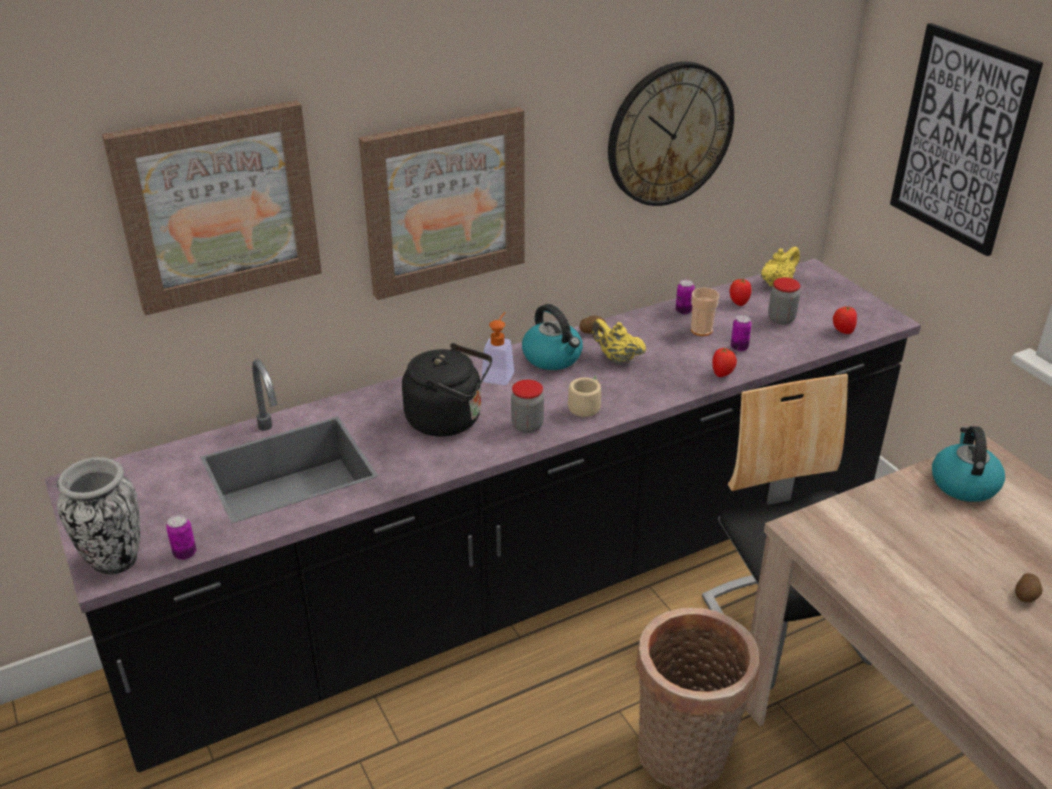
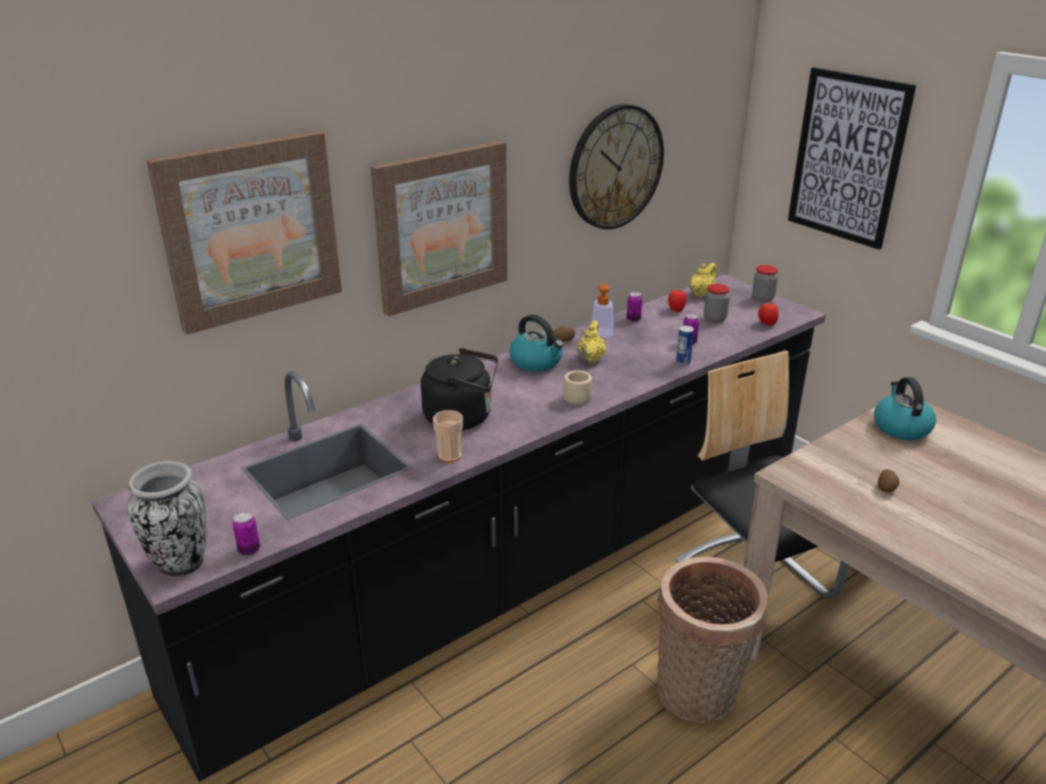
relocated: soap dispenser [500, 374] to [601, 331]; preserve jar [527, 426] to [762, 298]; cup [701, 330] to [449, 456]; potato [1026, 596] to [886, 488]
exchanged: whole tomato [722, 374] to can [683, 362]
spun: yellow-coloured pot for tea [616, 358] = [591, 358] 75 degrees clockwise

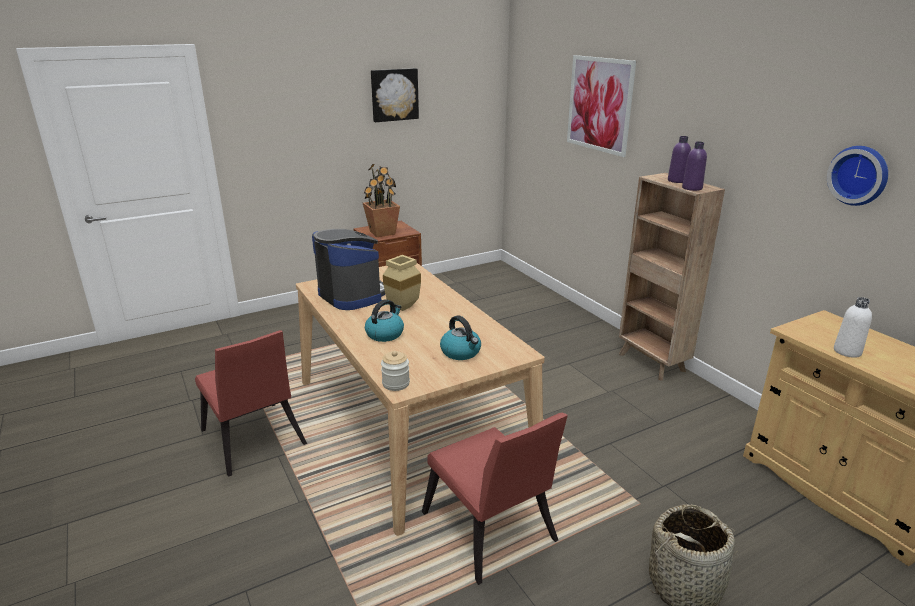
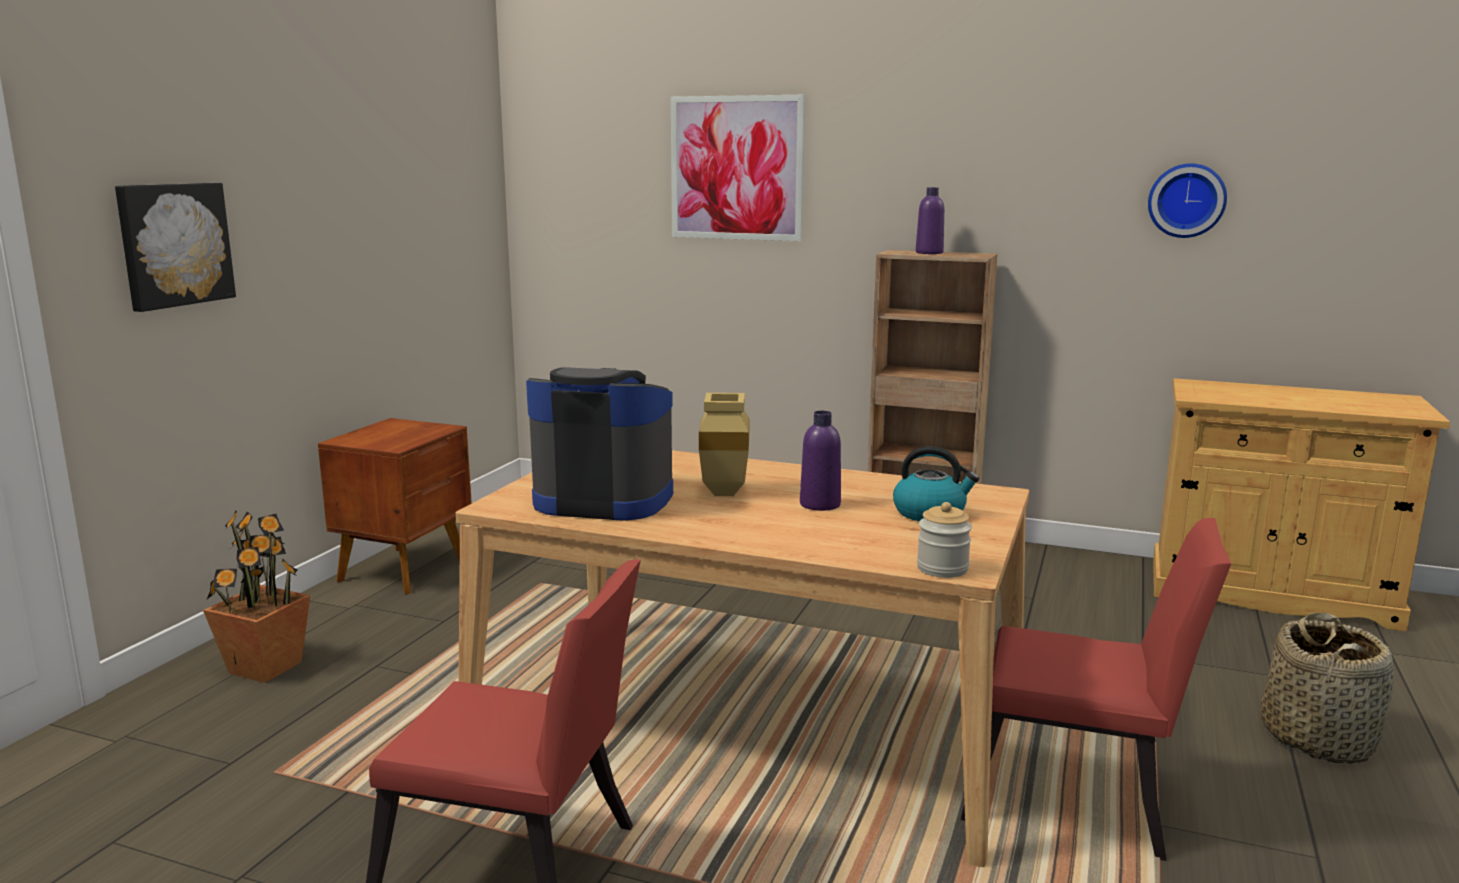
missing: water kettle [385, 334]; white-coloured beverage bottle [847, 351]
relocated: houseplant [383, 232] to [266, 667]; wall art [394, 95] to [174, 244]; purplish beverage bottle [692, 188] to [820, 504]

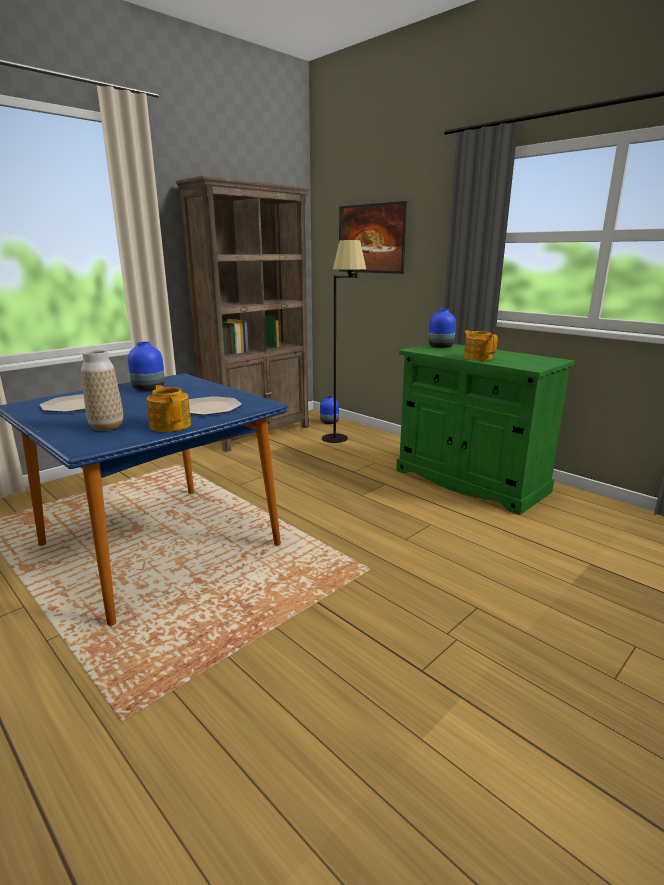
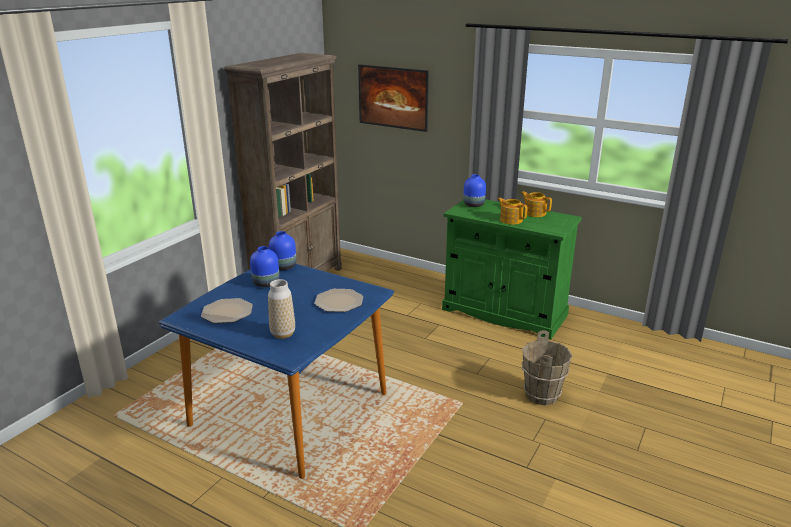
missing: black floor lamp [342, 441]
appeared: brown pail [542, 395]
relocated: pot for tea [171, 425] to [534, 213]; blue-coloured flower vase [328, 422] to [283, 267]

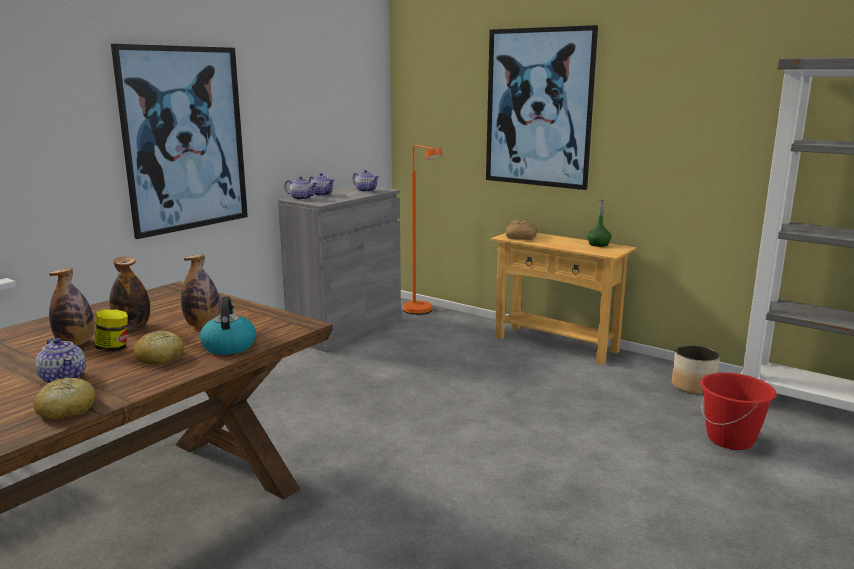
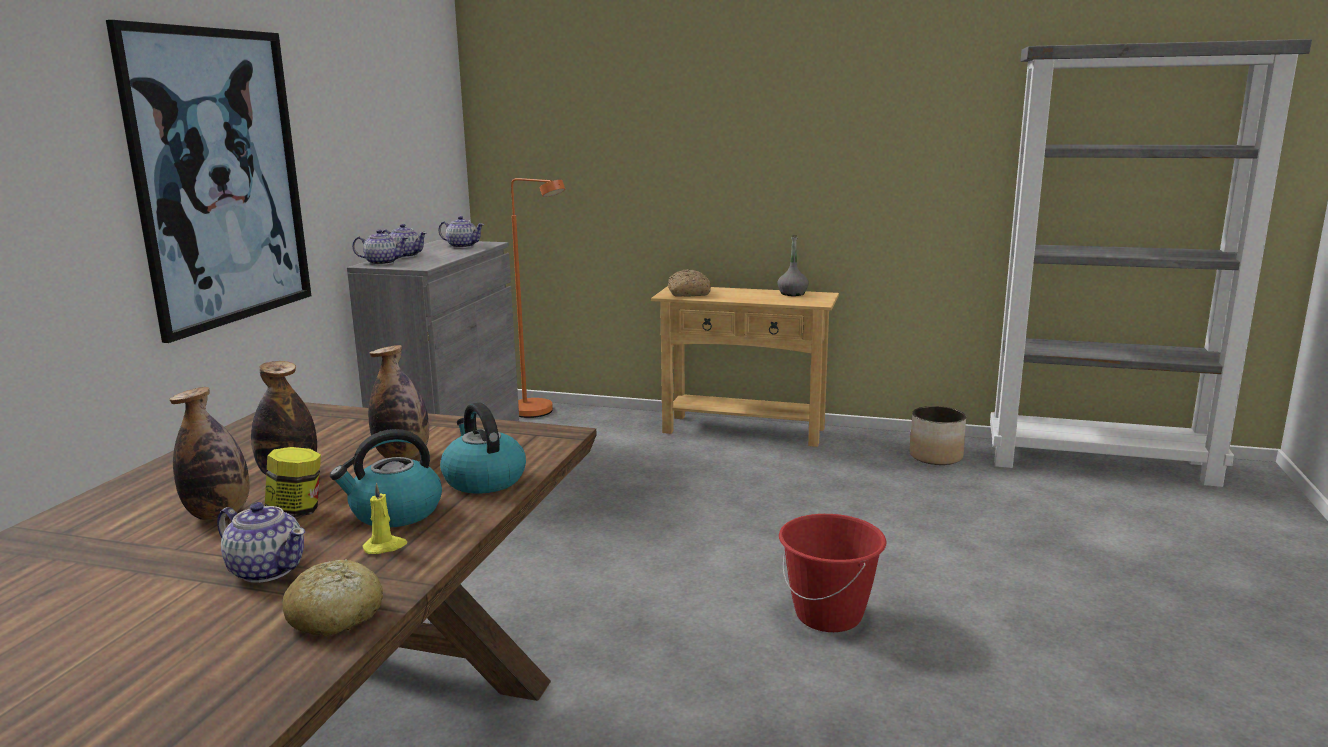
missing: wall art [538, 108]
appeared: yellow-coloured candle [385, 547]
relocated: red-coloured pail [730, 439] to [829, 615]
exchanged: baked bread [160, 358] to water kettle [395, 512]
colour: greenish beverage bottle [598, 244] to greyish beverage bottle [792, 293]

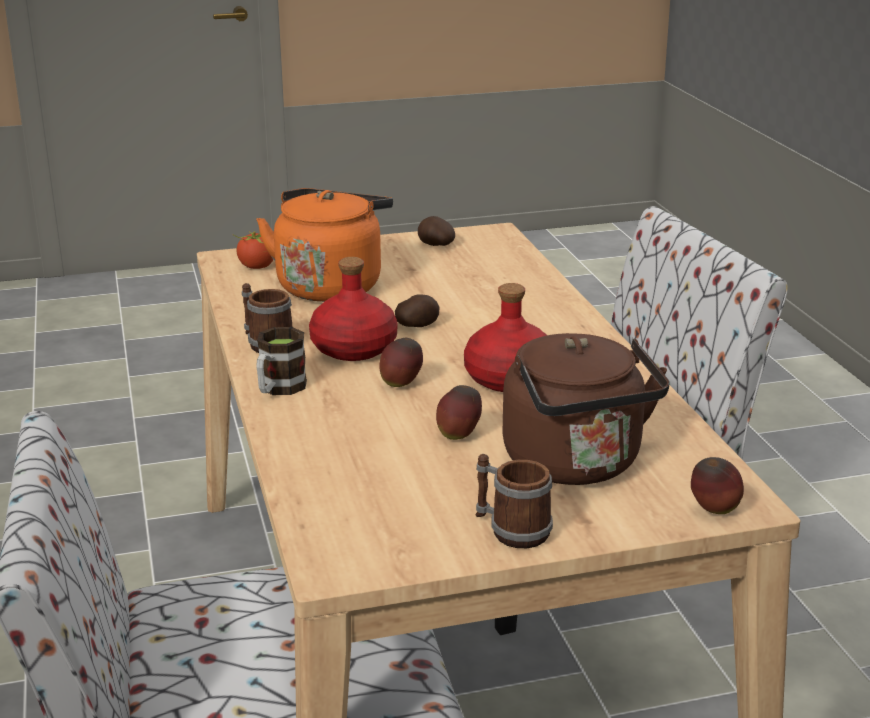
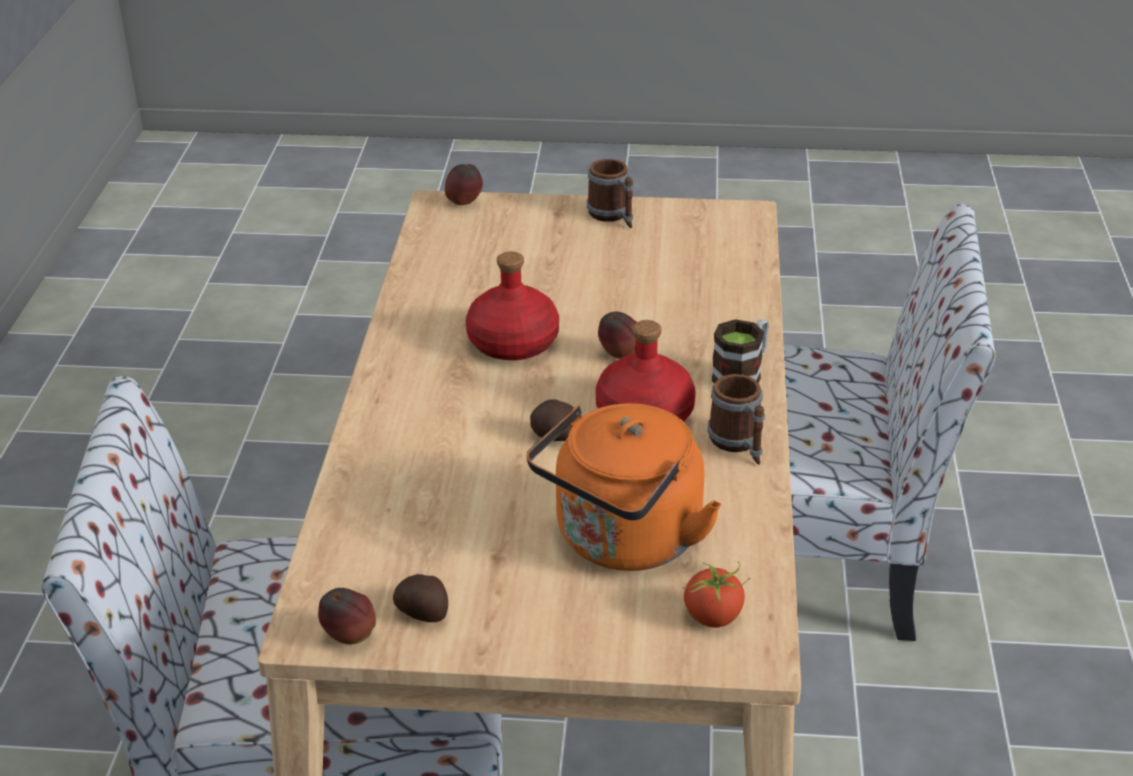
missing: brown water kettle [577, 465]
relocated: apple fruit [459, 436] to [350, 639]

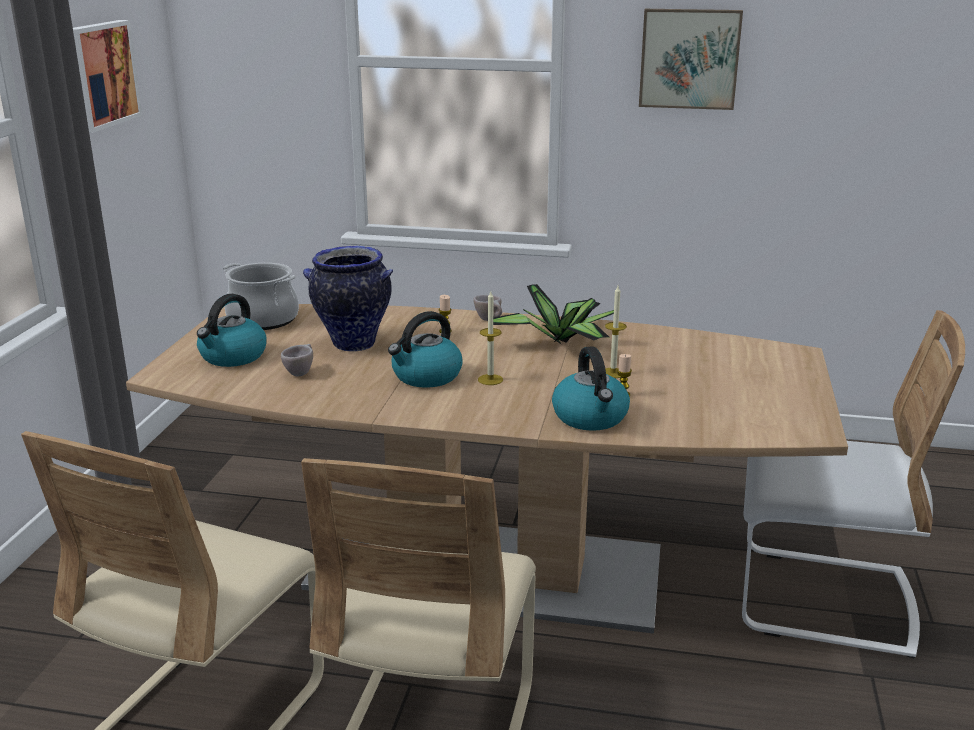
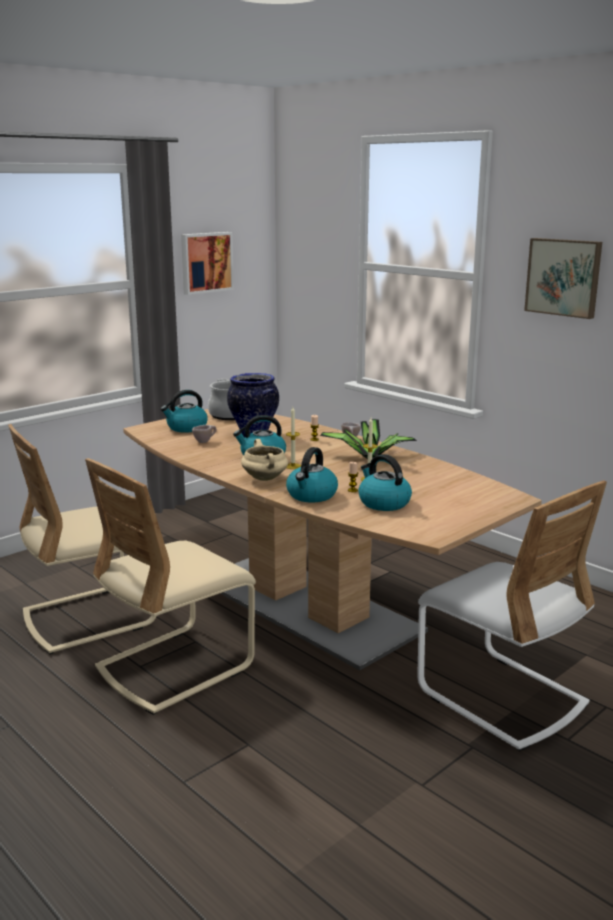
appeared: beige-coloured cooking pot [265, 478]; water kettle [383, 503]

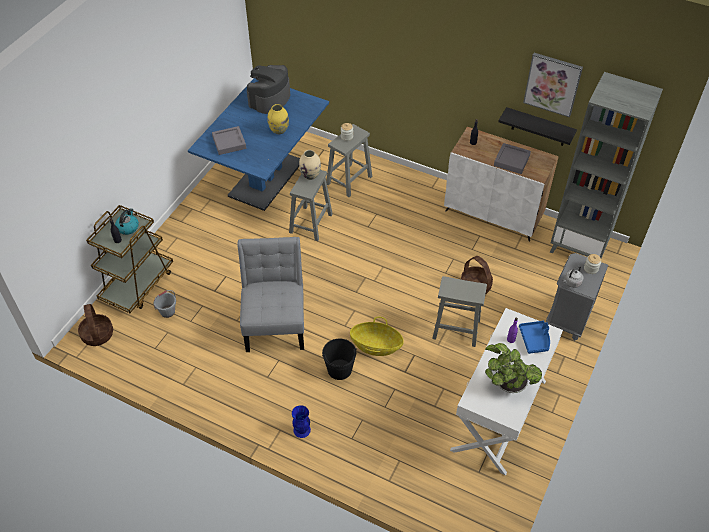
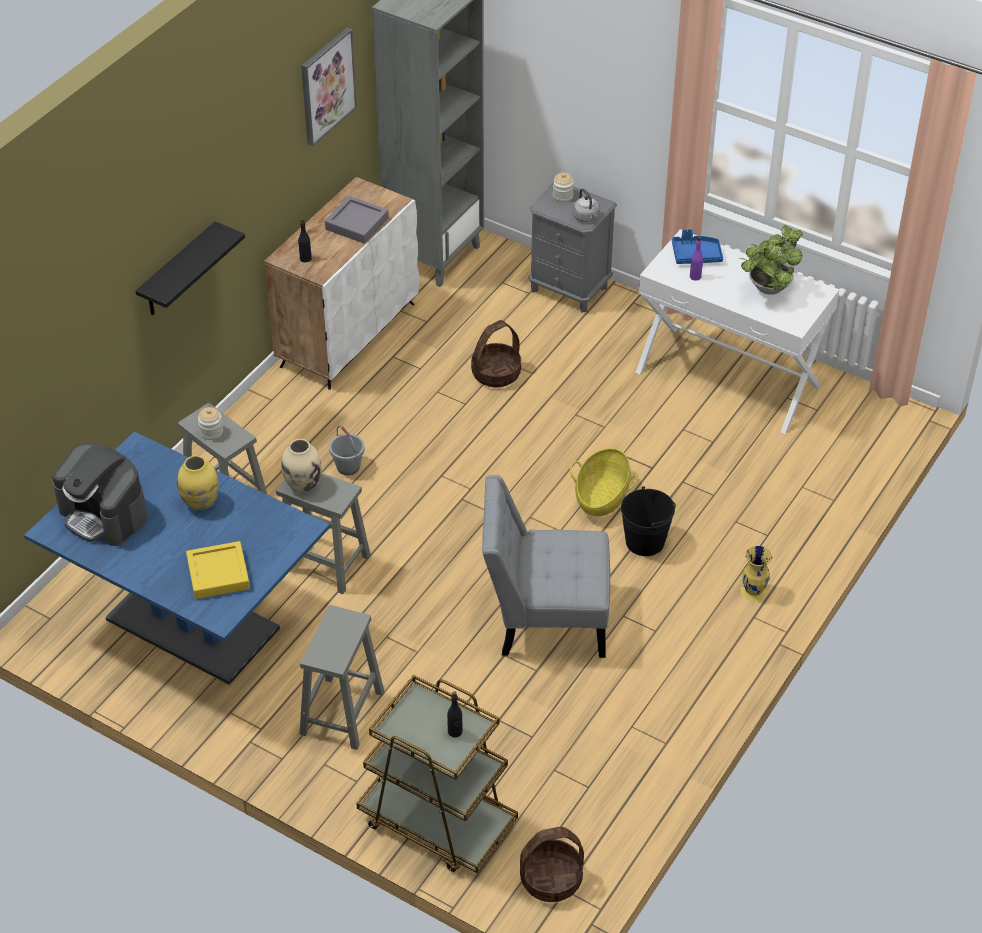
missing: water kettle [128, 227]
relocated: greyish pail [167, 312] to [348, 467]; greyish stool seat [455, 329] to [342, 714]; black shelf [539, 127] to [178, 271]
colour: greyish carrying tray [229, 143] to yellow-coloured carrying tray [218, 574]; blue-coloured flower vase [302, 430] to yellow-coloured flower vase [754, 591]

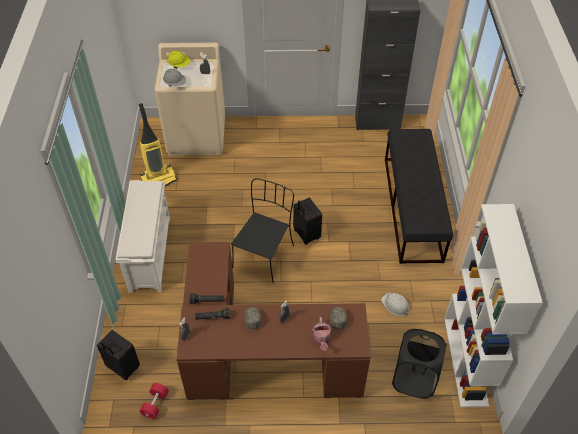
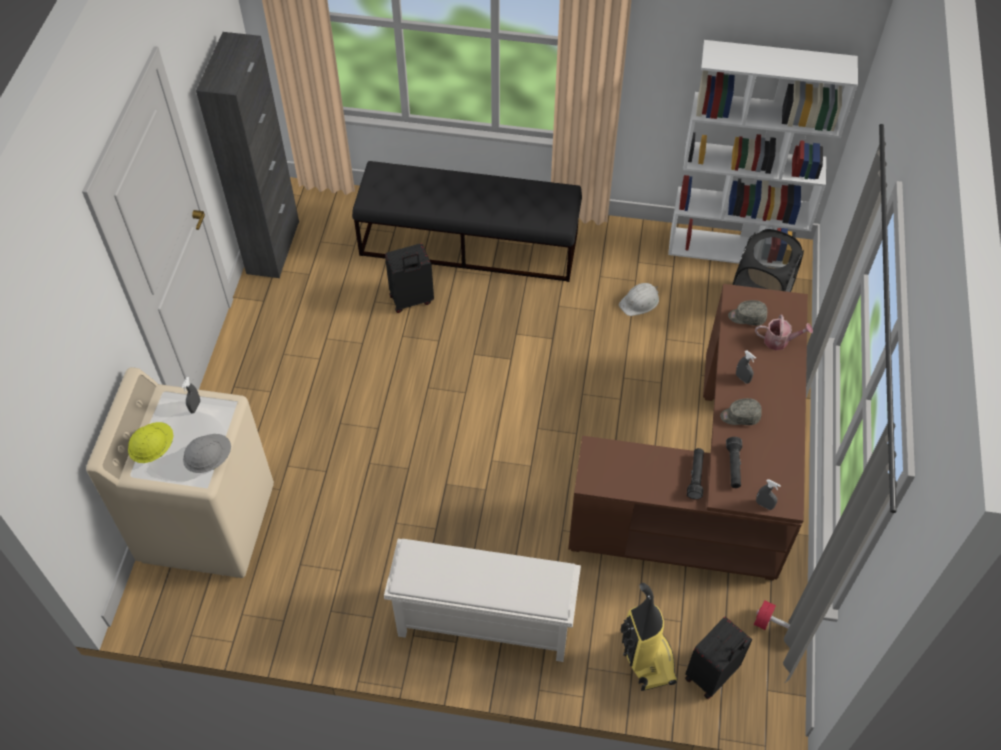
missing: black chair [264, 255]
relocated: vacuum cleaner [159, 179] to [646, 657]; black travel case [306, 235] to [411, 300]

